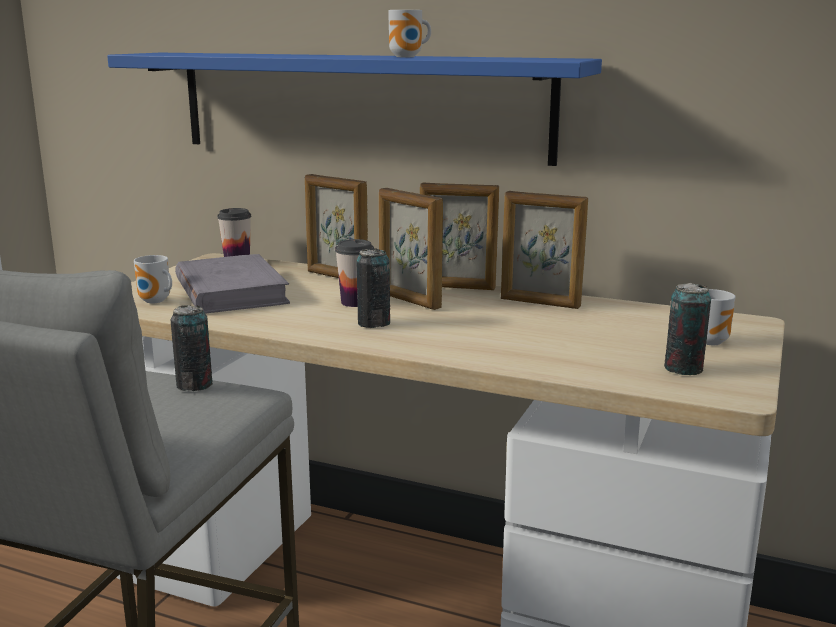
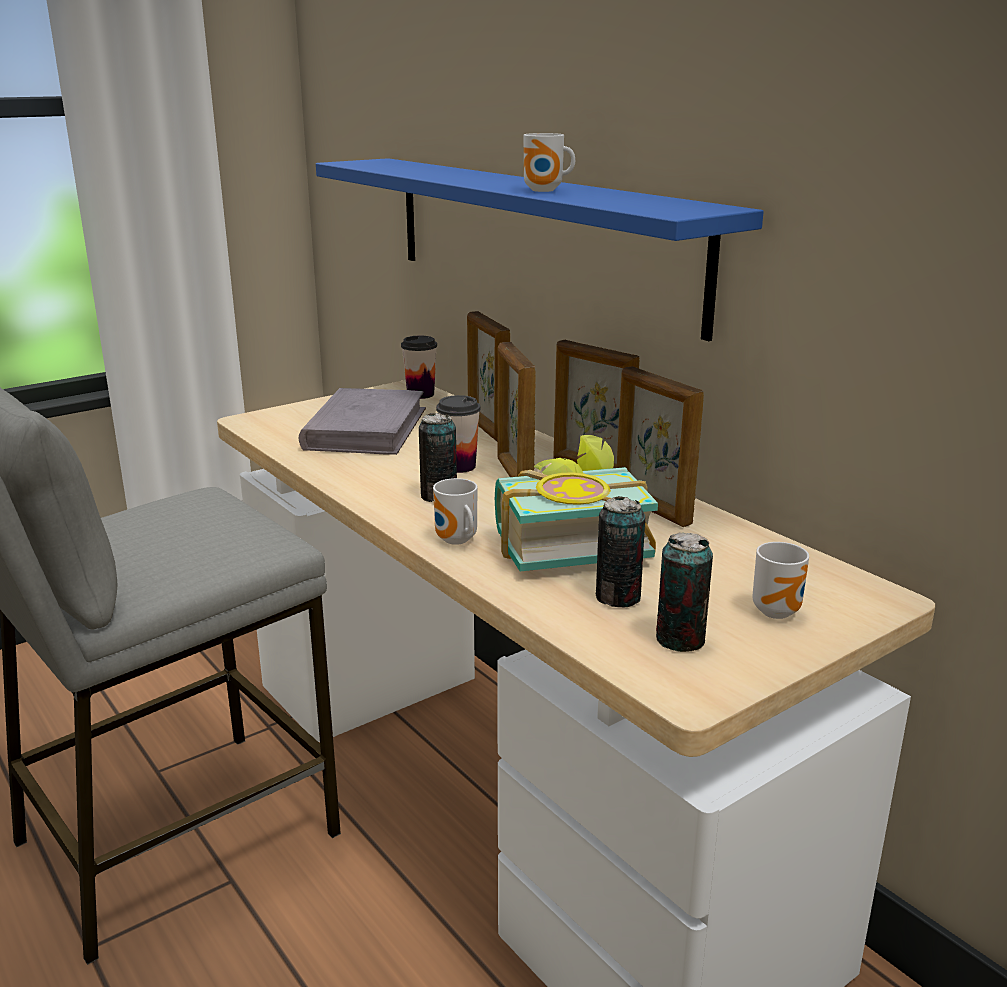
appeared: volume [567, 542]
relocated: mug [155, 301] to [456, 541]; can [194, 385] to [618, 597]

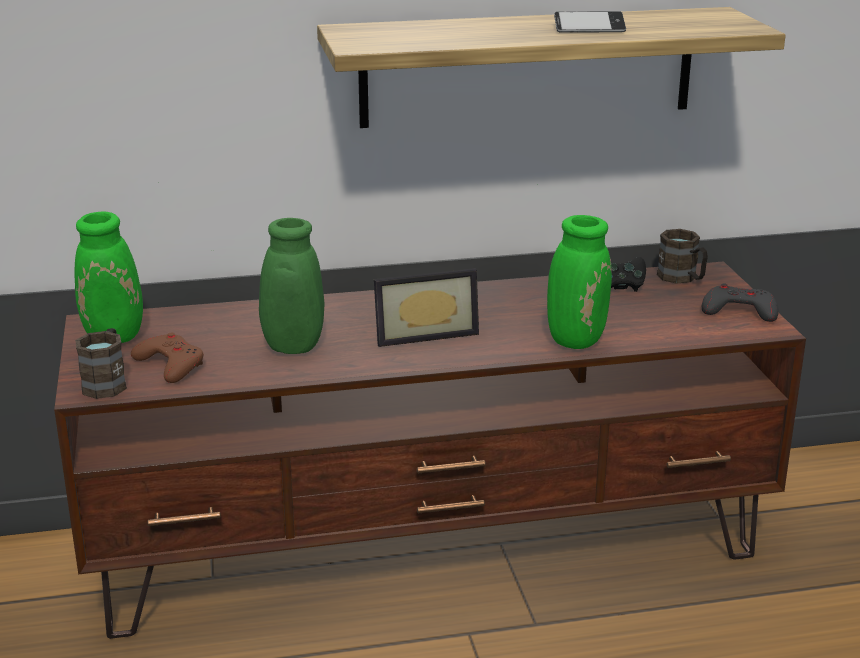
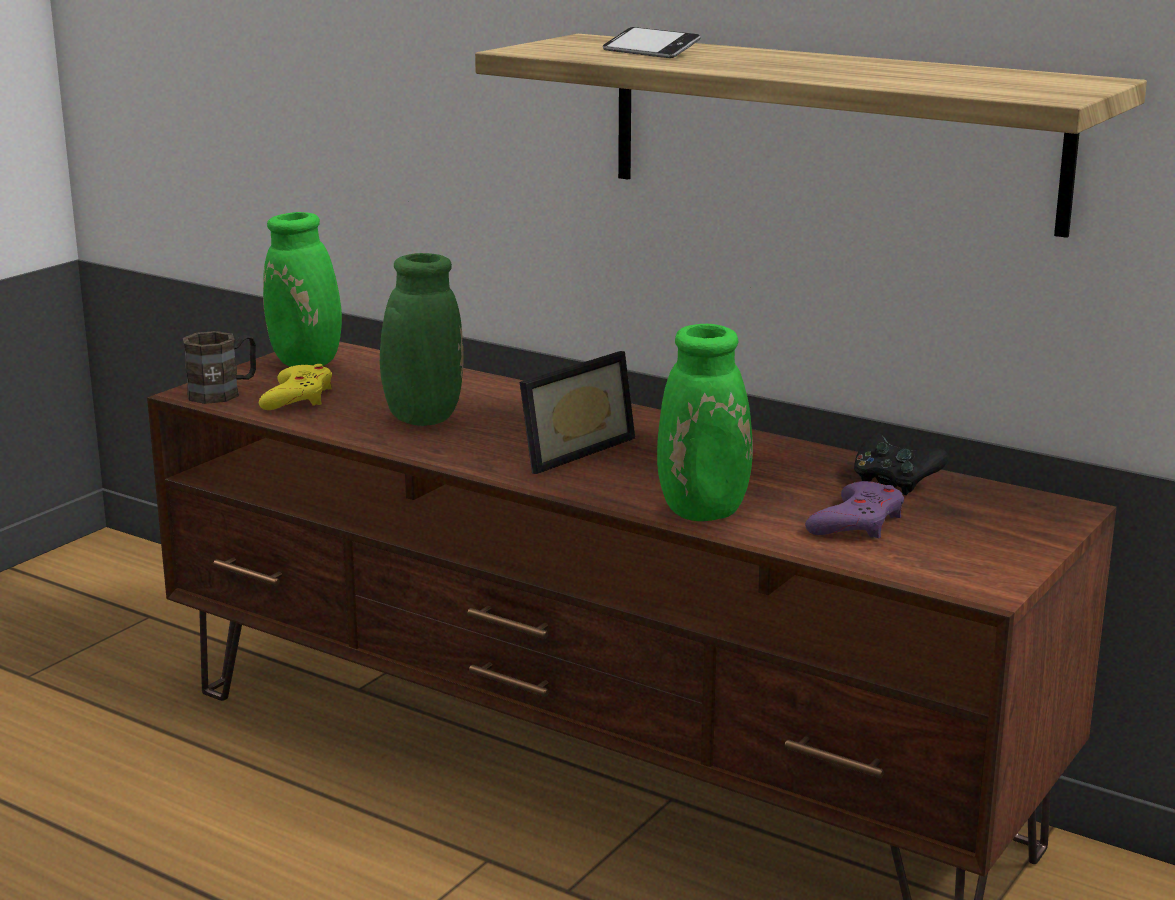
missing: brown mug [682, 278]; greyish gamepad [739, 310]
appeared: purplish gamepad [857, 522]
relocated: phone [589, 29] to [651, 52]
colour: brown gamepad [170, 364] to yellow-coloured gamepad [298, 397]
spun: photo frame [424, 333] = [568, 450] 75 degrees counterclockwise

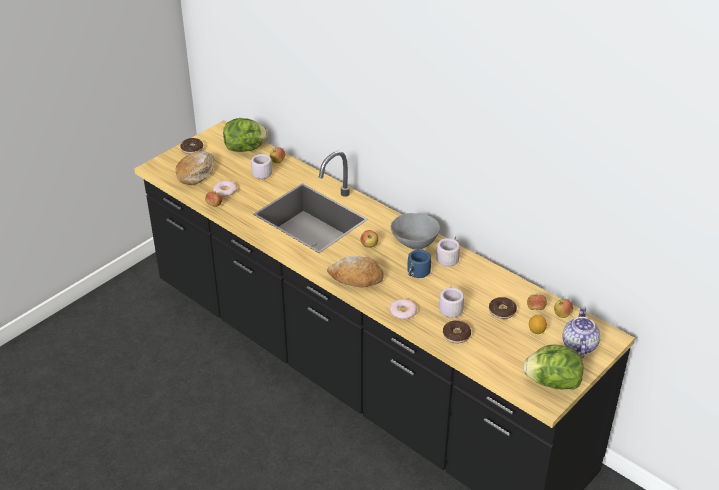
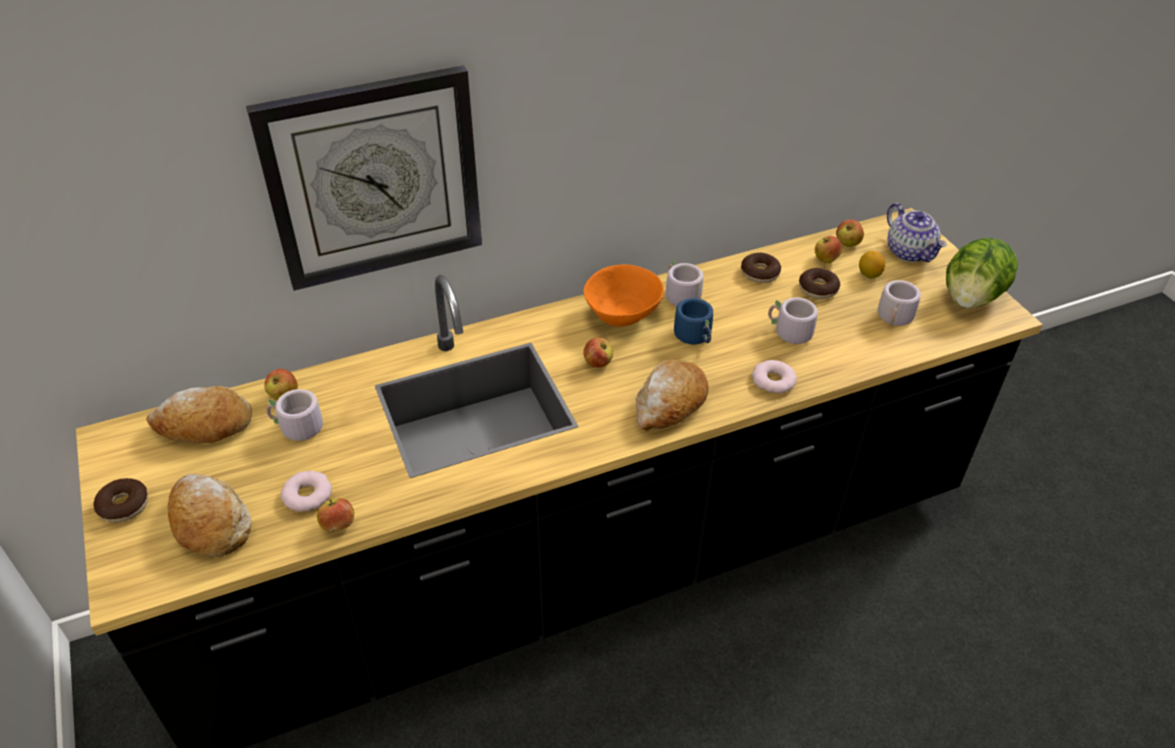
appeared: hanging clock [373, 179]; greyish mug [896, 319]
relocated: ring doughnut [456, 335] to [759, 273]
exchanged: lettuce [245, 149] to baked bread [204, 426]
colour: greyish deep dish [415, 242] to orangey deep dish [622, 314]
spun: pot for tea [578, 345] = [910, 252] 150 degrees counterclockwise

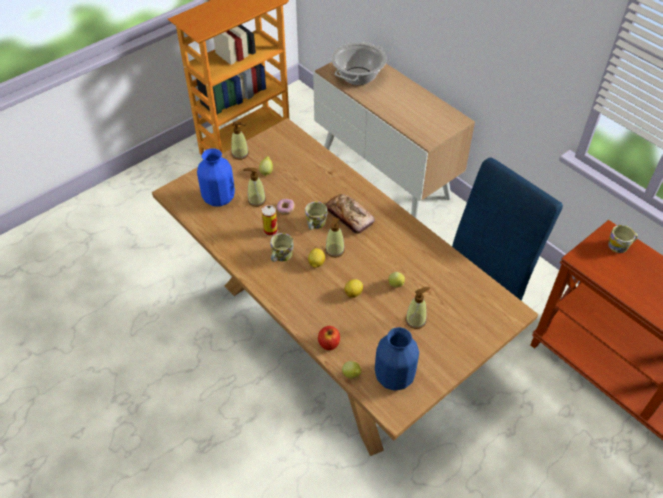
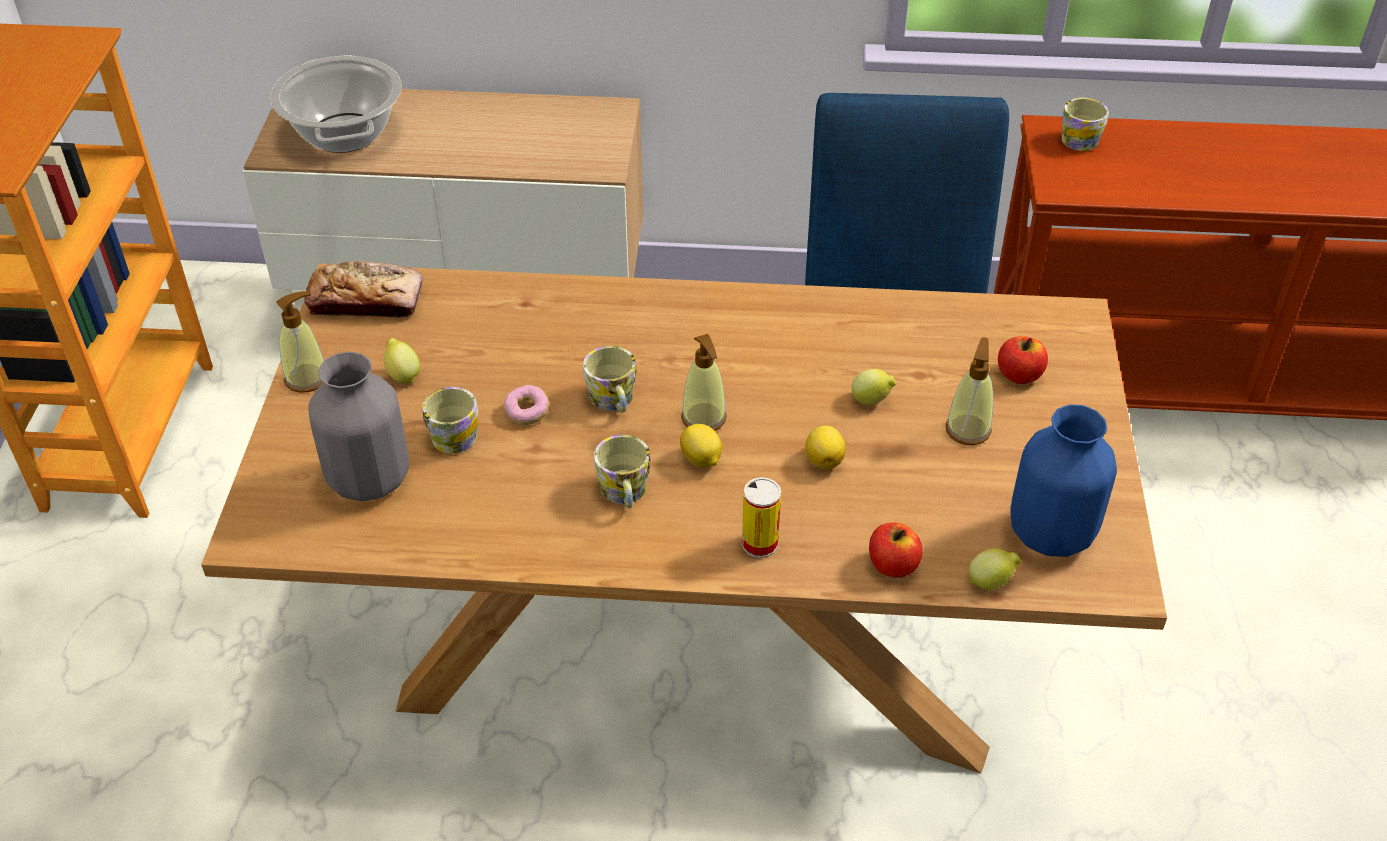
appeared: apple fruit [1019, 375]
relocated: can [270, 231] to [759, 544]; baked bread [349, 217] to [366, 301]
exchanged: soap dispenser [256, 200] to mug [450, 434]
colour: blue-coloured flower vase [218, 198] to greyish flower vase [368, 480]

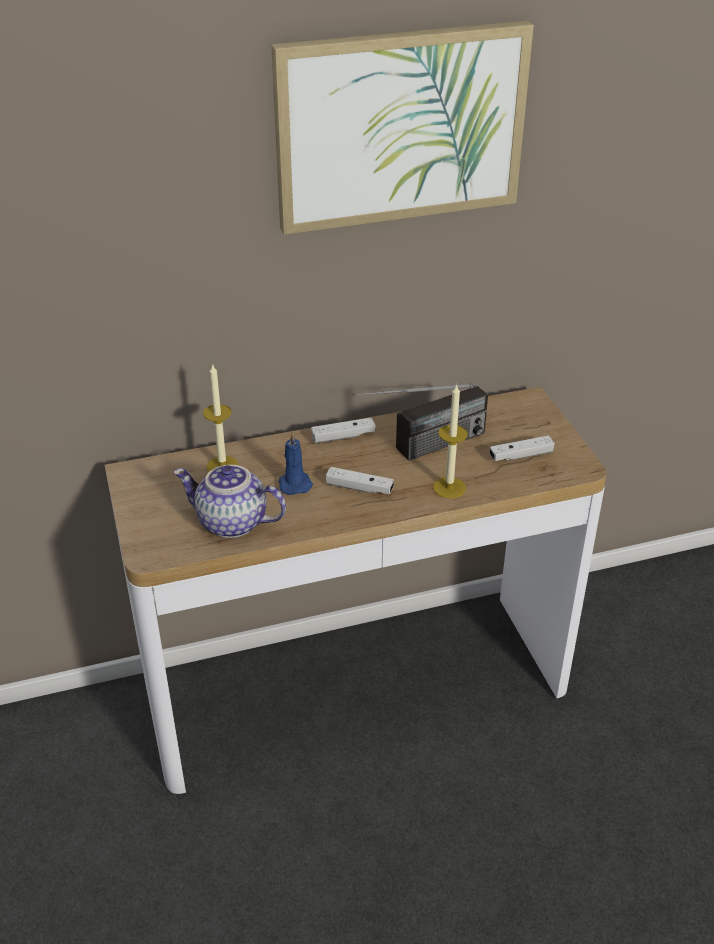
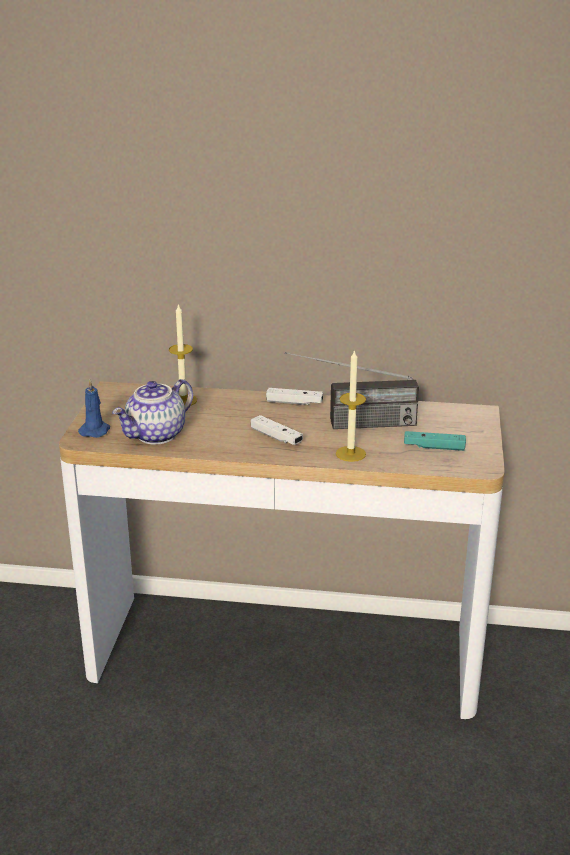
missing: wall art [400, 127]
relocated: blue-coloured candle [294, 483] to [95, 430]
colour: white-coloured gamepad [521, 455] to turquoise gamepad [434, 447]
spun: pot for tea [231, 523] = [156, 435] 90 degrees counterclockwise

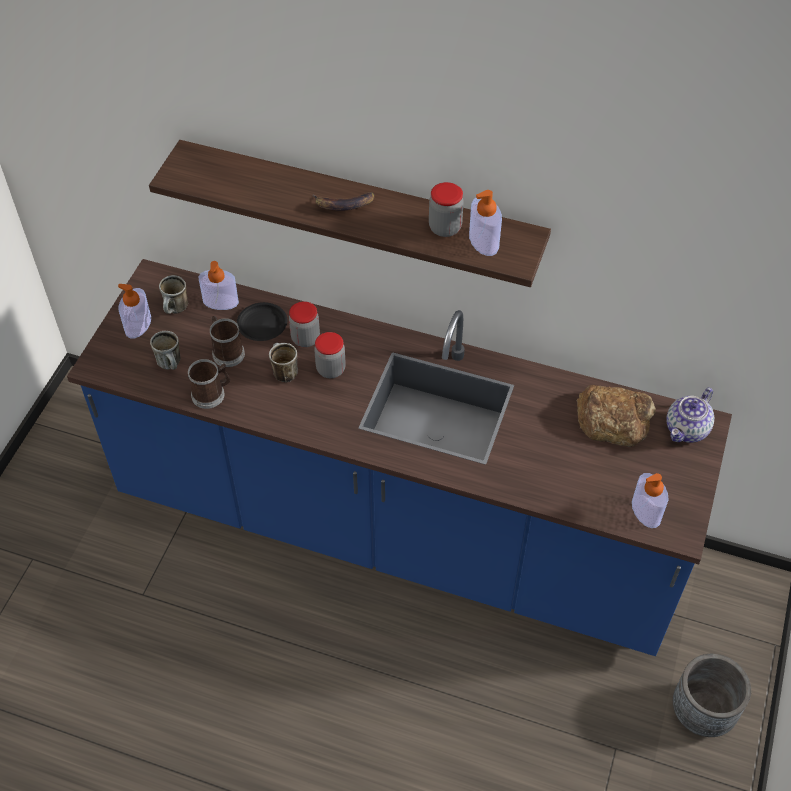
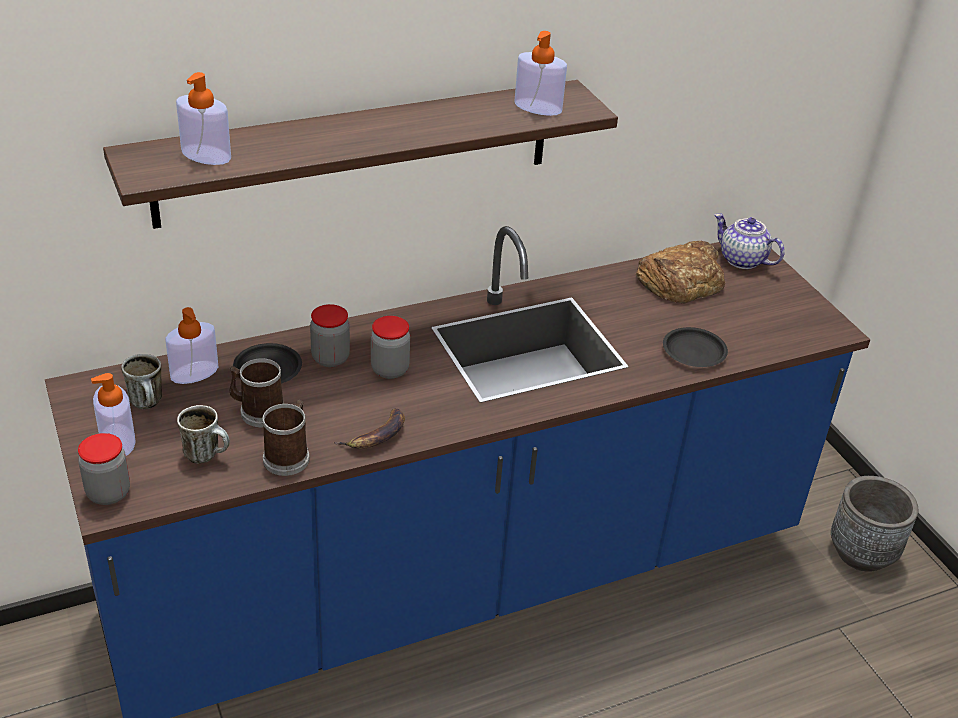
missing: mug [282, 372]
appeared: black flat dish [693, 351]
relocated: banana [343, 205] to [376, 436]; preserve jar [445, 228] to [108, 493]; soap dispenser [646, 511] to [206, 155]
spun: pot for tea [687, 430] = [741, 260] 135 degrees clockwise

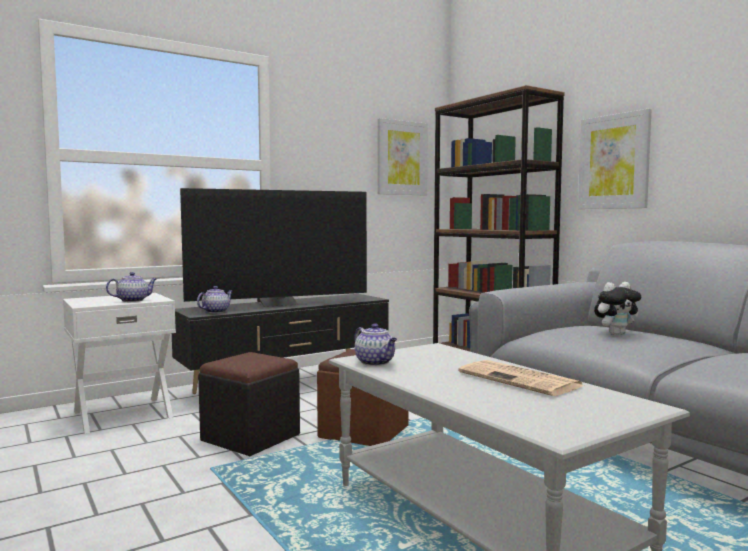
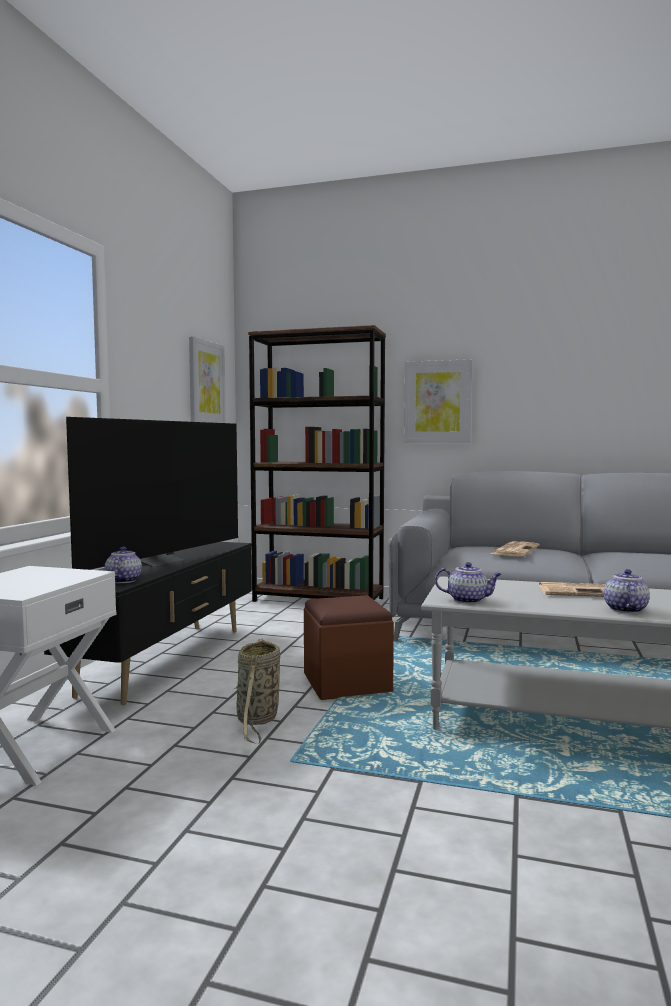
relocated: pot for tea [133, 300] to [624, 609]
exchanged: black pouffe [250, 437] to basket [257, 720]; soft toy [616, 334] to printed paper [514, 550]

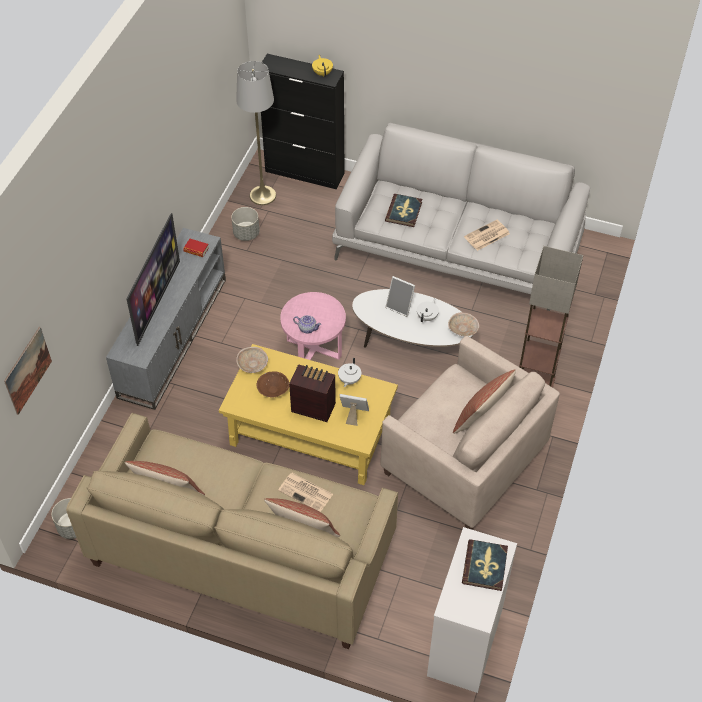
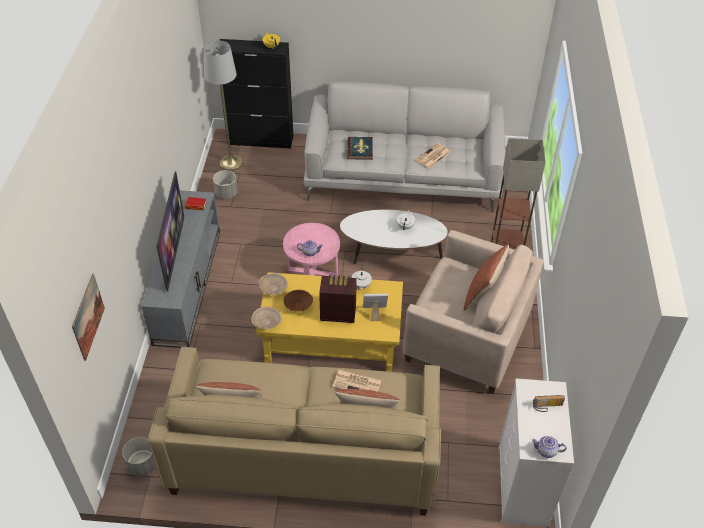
missing: photo frame [400, 306]
appeared: pot for tea [547, 451]
relocated: beige-coloured deep dish [463, 329] to [267, 323]
exchanged: volume [485, 566] to radio set [547, 407]

